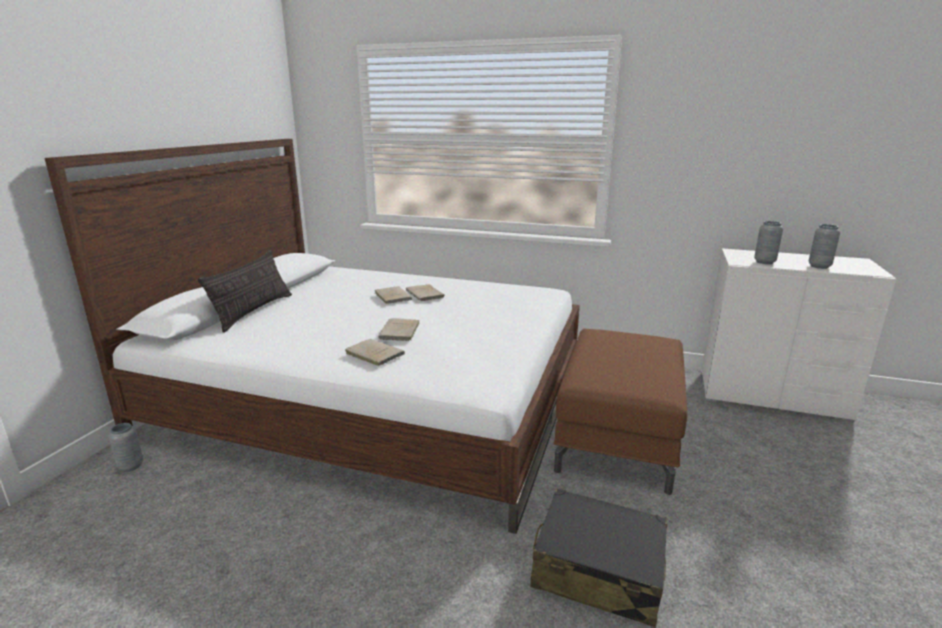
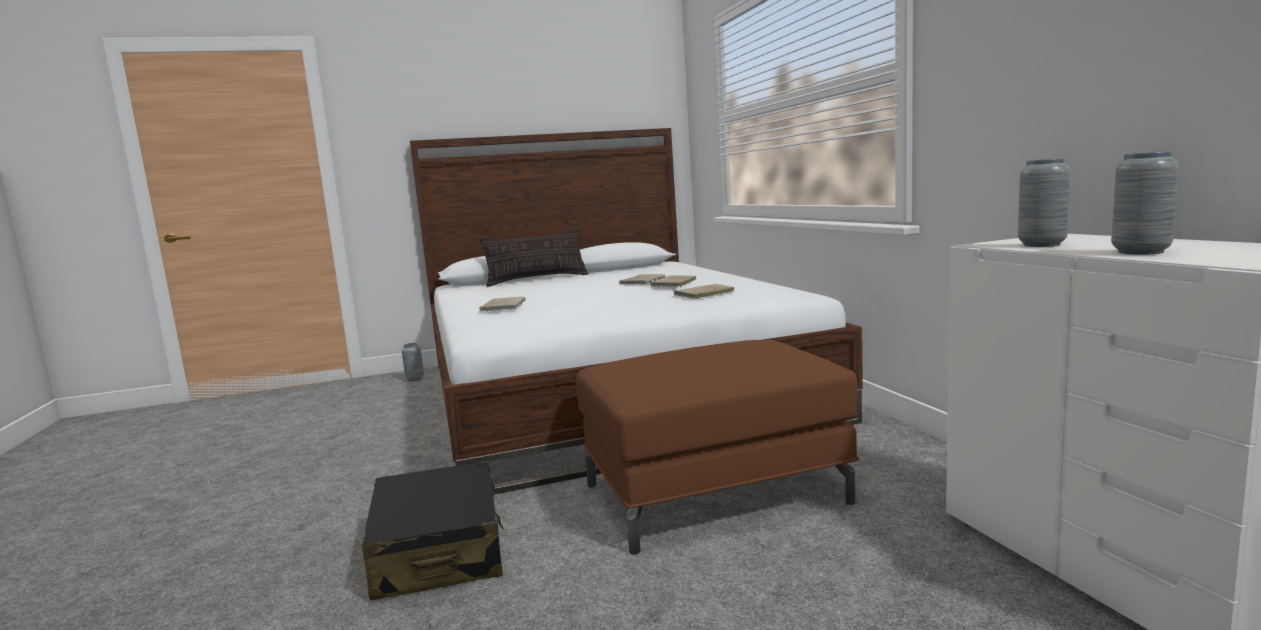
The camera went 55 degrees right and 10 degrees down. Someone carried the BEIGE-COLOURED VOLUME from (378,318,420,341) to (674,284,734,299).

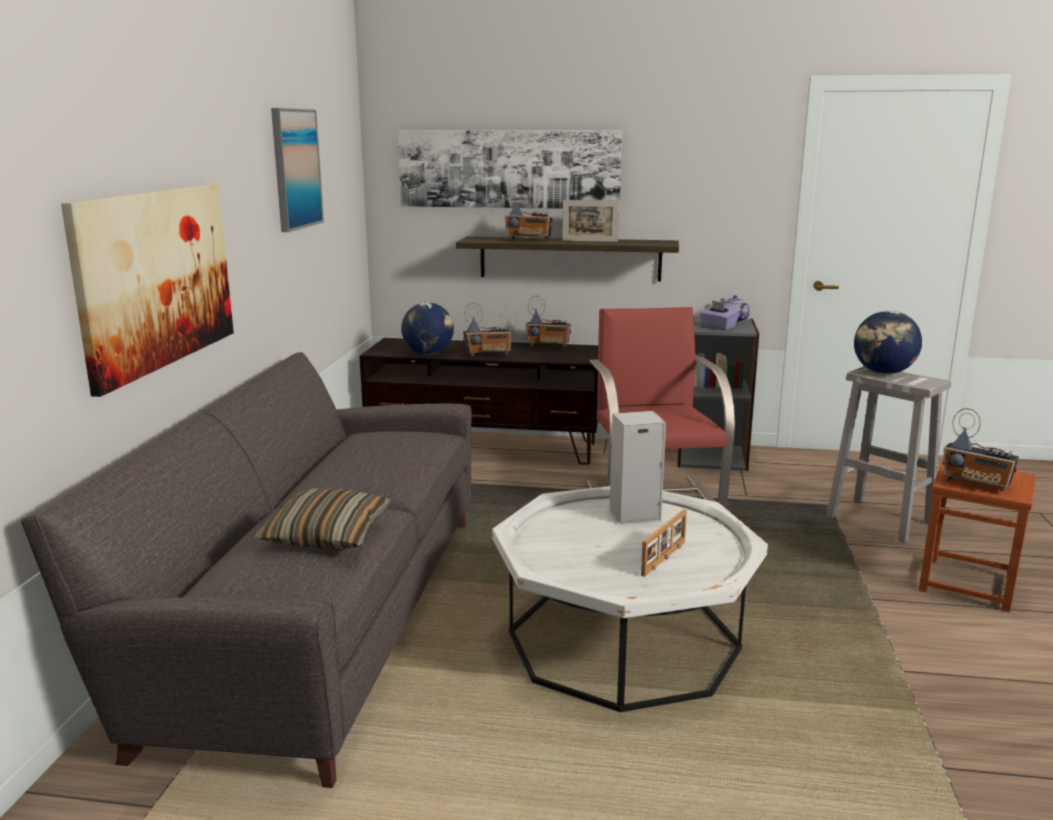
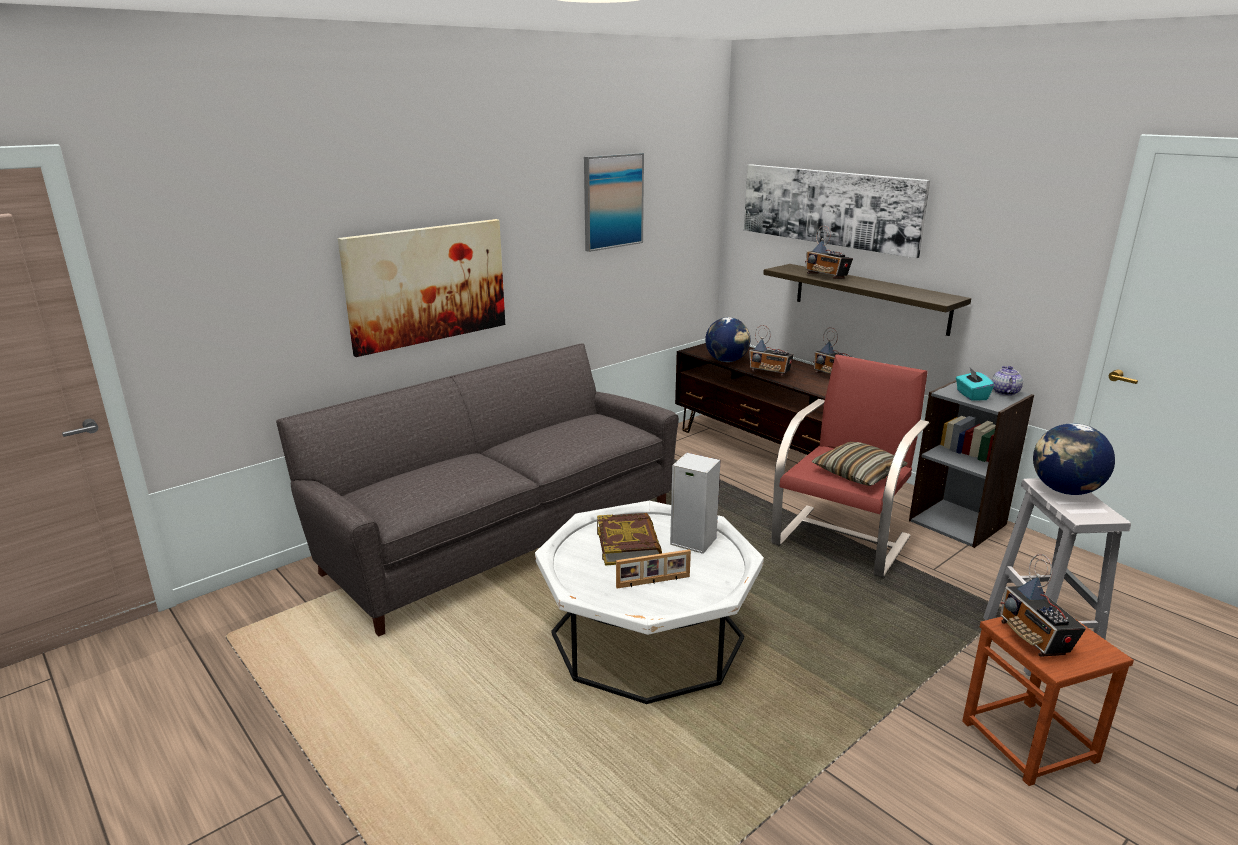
The camera went 40 degrees right and 5 degrees up. Someone took away the STANDING FRAME at (562,200,619,242). Someone repainted the PURPLE-COLOURED BOX OF TISSUES at (699,300,739,330), which became the TURQUOISE BOX OF TISSUES at (956,368,994,401). Someone carried the PILLOW from (254,488,390,549) to (812,442,907,486). Someone put down the VOLUME at (597,513,662,565).

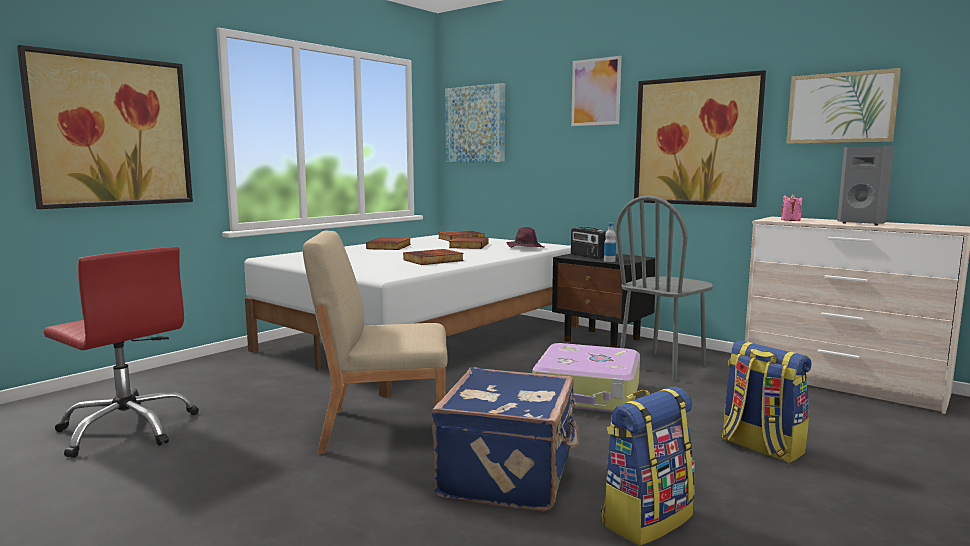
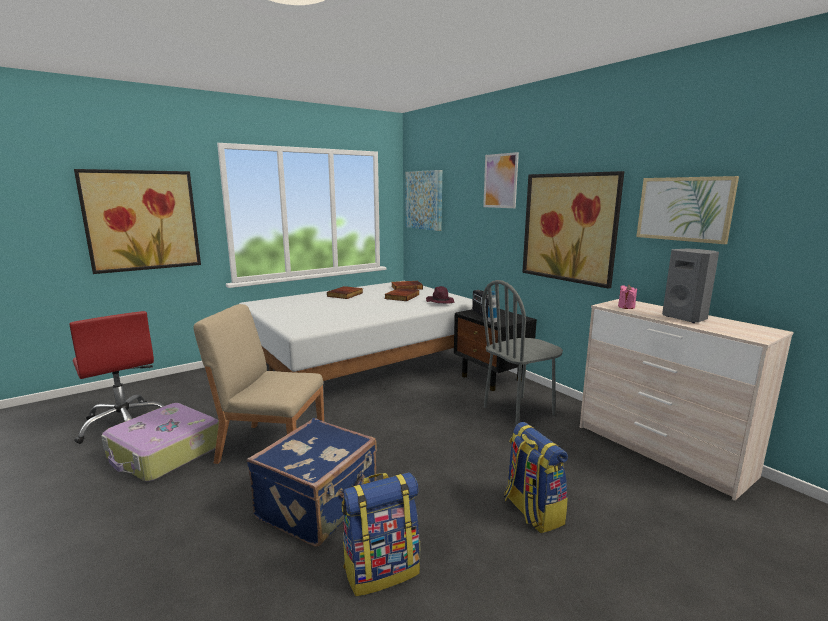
The camera went 15 degrees right and 5 degrees up. Someone took away the VOLUME at (403,249,464,265). Someone carried the PIECE OF LUGGAGE from (533,343,640,412) to (101,403,219,481).

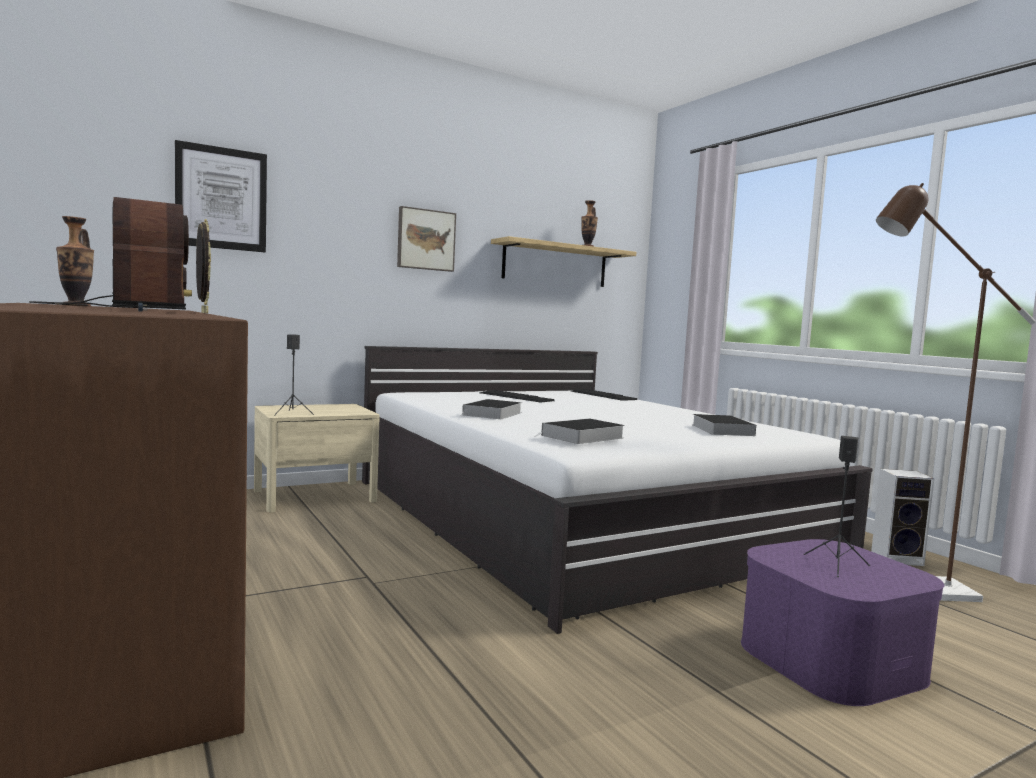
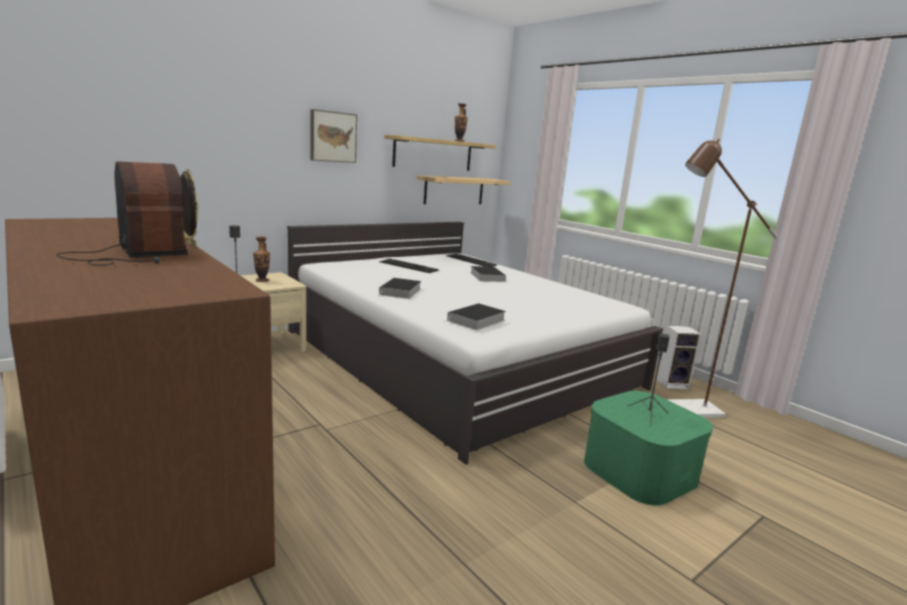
The camera went 10 degrees left and 10 degrees up. Someone took away the PICTURE at (175,140,267,252). Someone carried the VASE from (56,216,94,306) to (253,236,270,282). Someone carried the VOLUME from (692,414,756,436) to (470,266,506,282). Someone repainted the PURPLE-COLOURED STORAGE CONTAINER at (741,539,944,706), which became the GREEN-COLOURED STORAGE CONTAINER at (584,391,713,506). Someone put up the SHELF at (417,175,510,204).

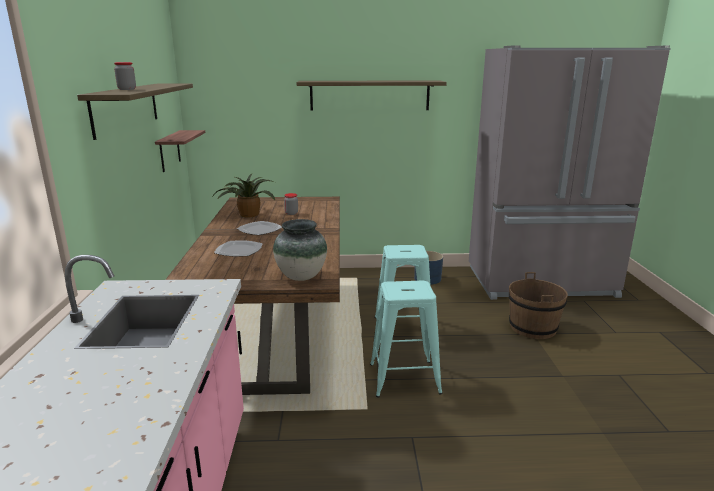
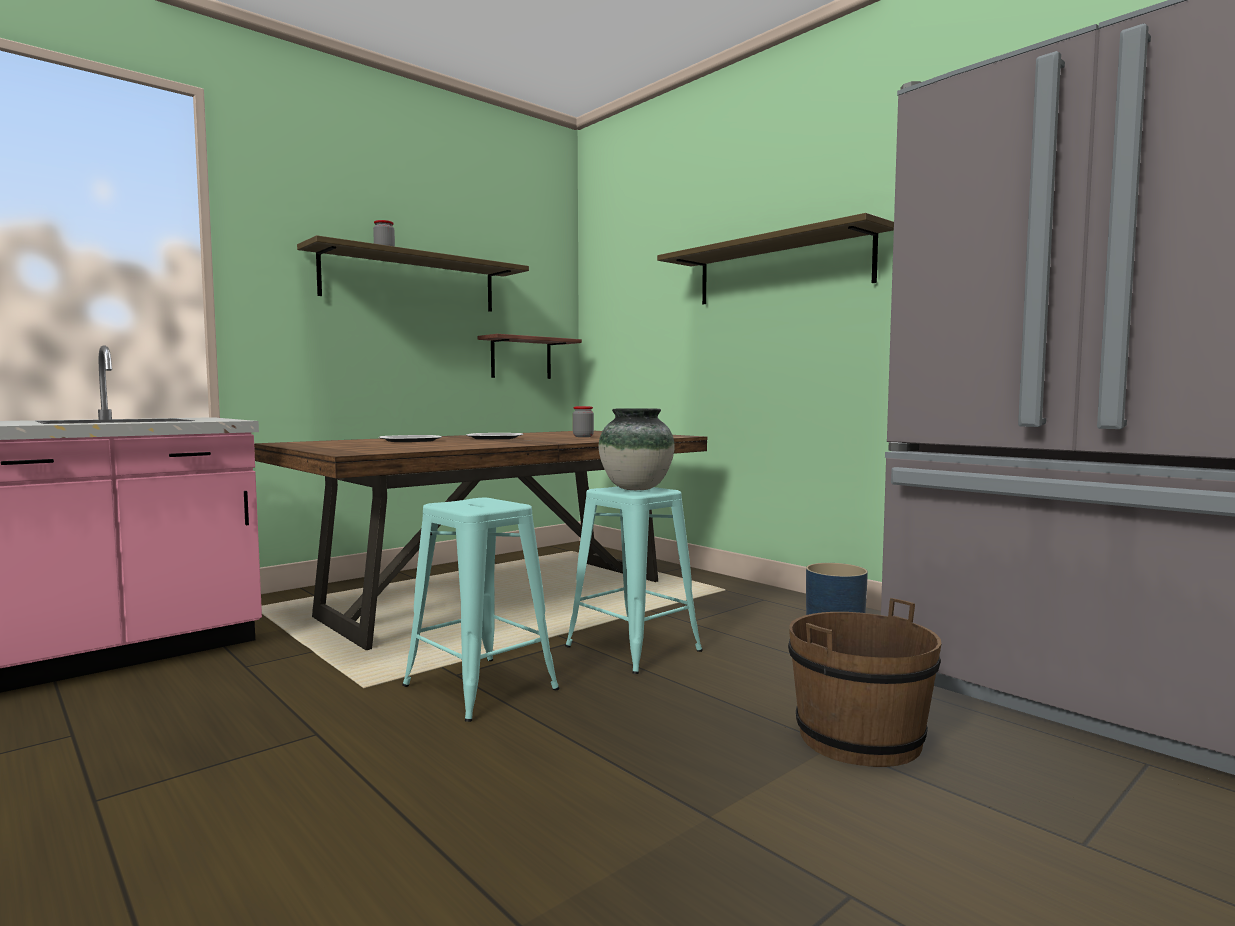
The camera went 50 degrees right and 15 degrees down. Someone took away the PLANT IN A POT at (213,173,275,218). Someone carried the VASE from (273,219,327,281) to (599,408,675,490).

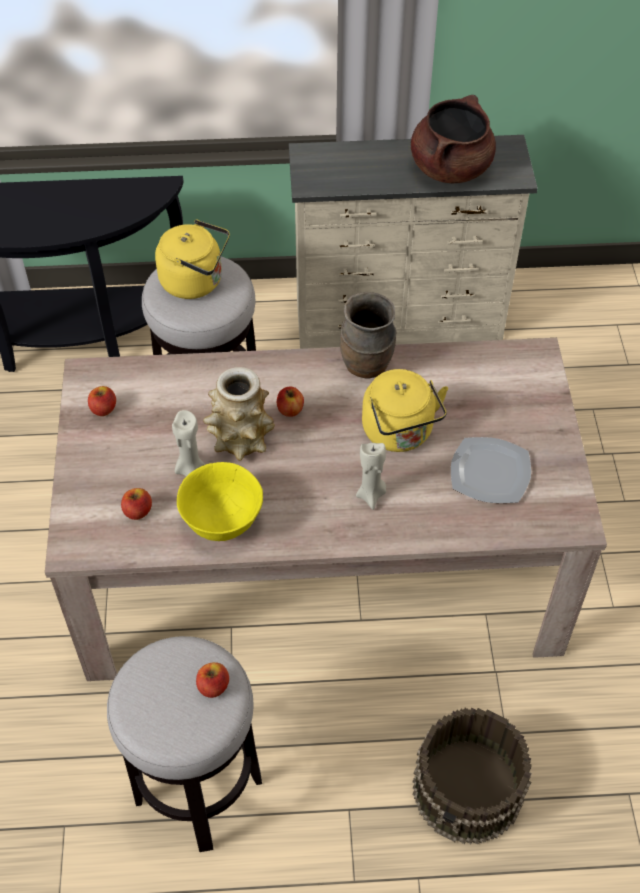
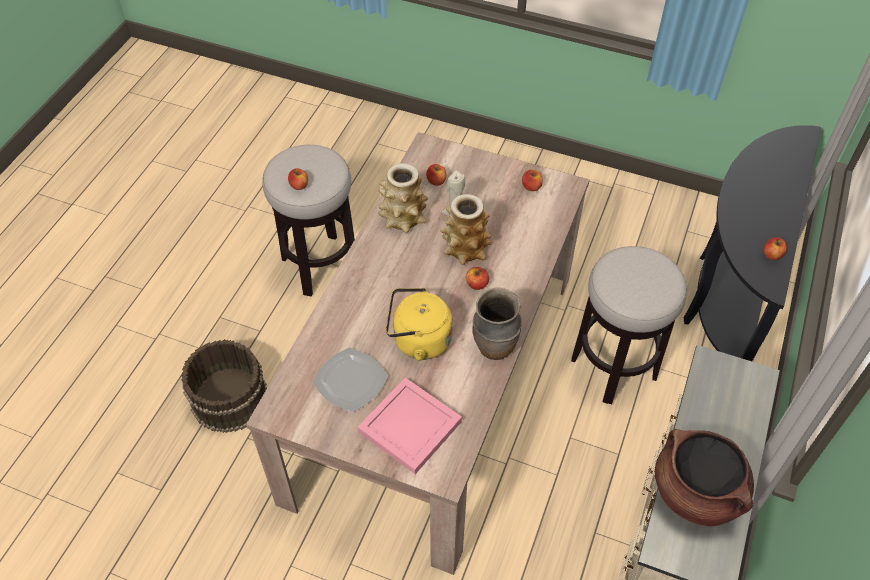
The camera went 115 degrees right and 0 degrees up. Someone took away the YELLOWISH WATER KETTLE at (155,219,230,299). Someone took away the BEIGE-COLOURED WAX LIGHT at (356,443,386,510). Someone swapped the YELLOWISH DEEP DISH at (177,462,263,541) for the VASE at (378,163,428,233). Someone put down the WHOLE APPLE at (764,237,787,260). Someone put down the PINKISH SERVING TRAY at (358,378,462,474).

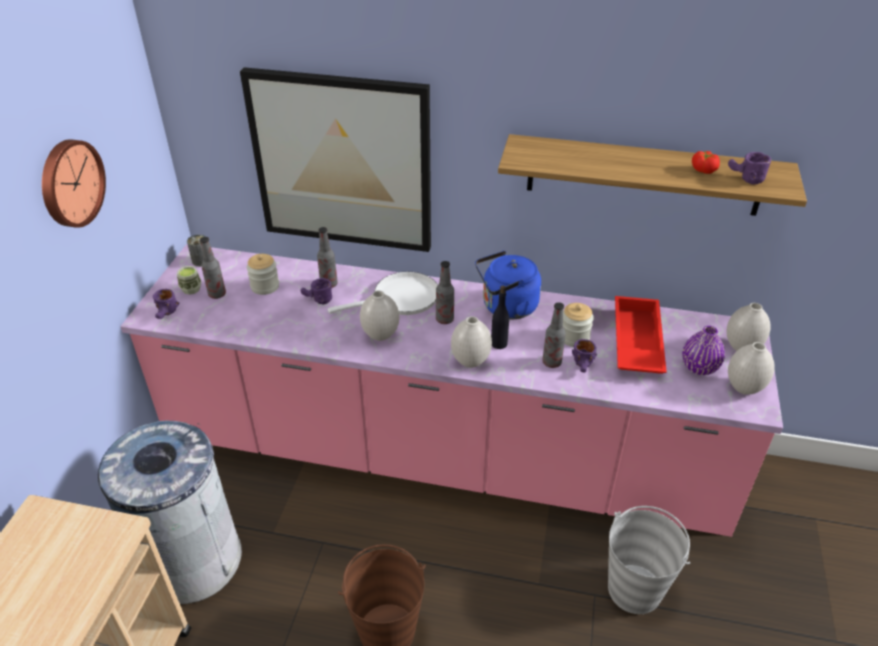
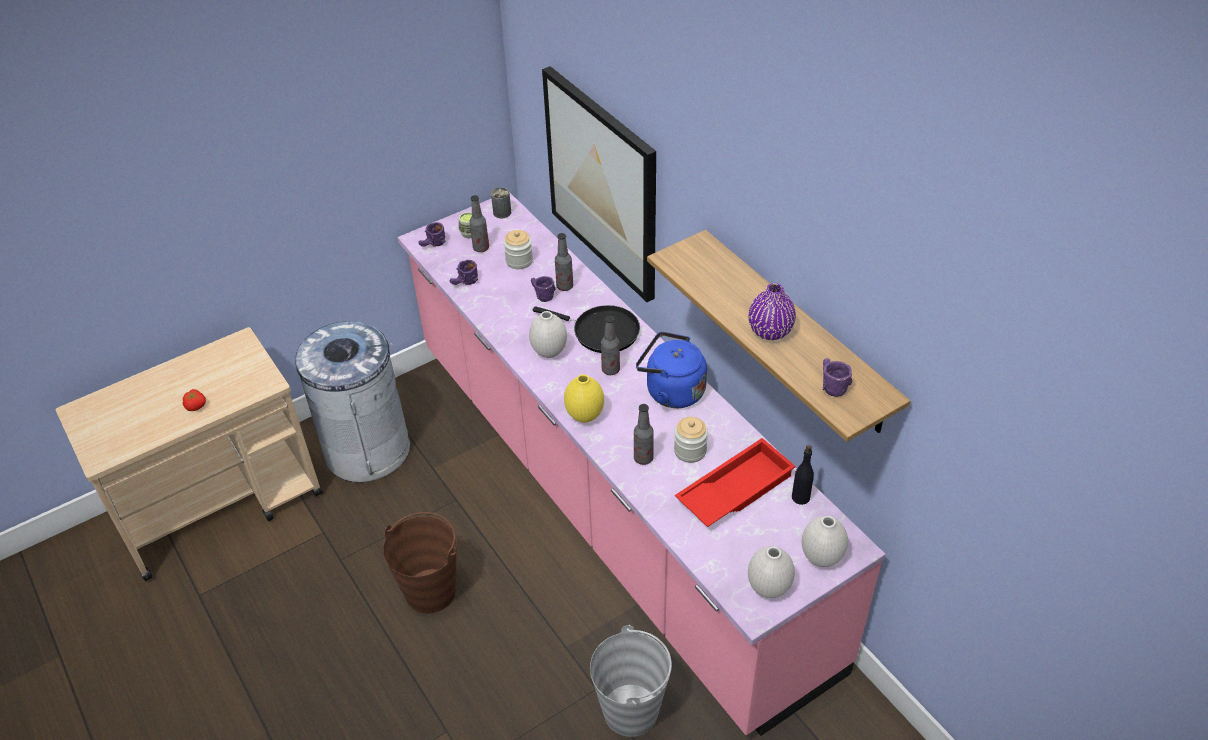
The camera went 45 degrees right and 5 degrees up. Someone took away the WALL CLOCK at (42,139,106,228). Someone carried the FRESH TOMATO from (692,151,720,174) to (183,389,206,411). Someone repainted the WHITE FRYING PAN at (328,272,438,315), which became the BLACKISH FRYING PAN at (533,305,640,353). Someone carried the BLACKISH BEVERAGE BOTTLE from (491,286,509,349) to (792,445,814,505). Someone repainted the WHITE VASE at (451,316,492,368), which became the YELLOWISH VASE at (564,374,604,423). Someone carried the PURPLE-COLOURED VASE from (682,326,725,375) to (748,283,796,340). Someone carried the PURPLE-COLOURED MUG from (572,339,597,373) to (450,260,478,285).

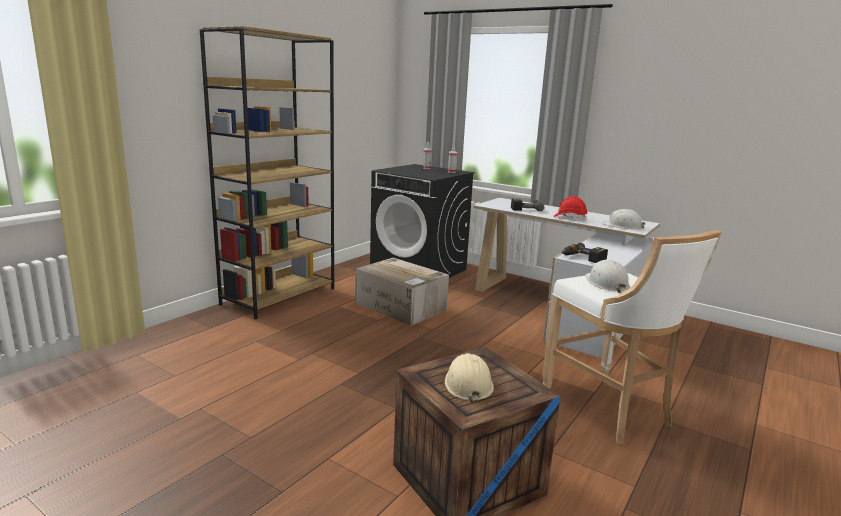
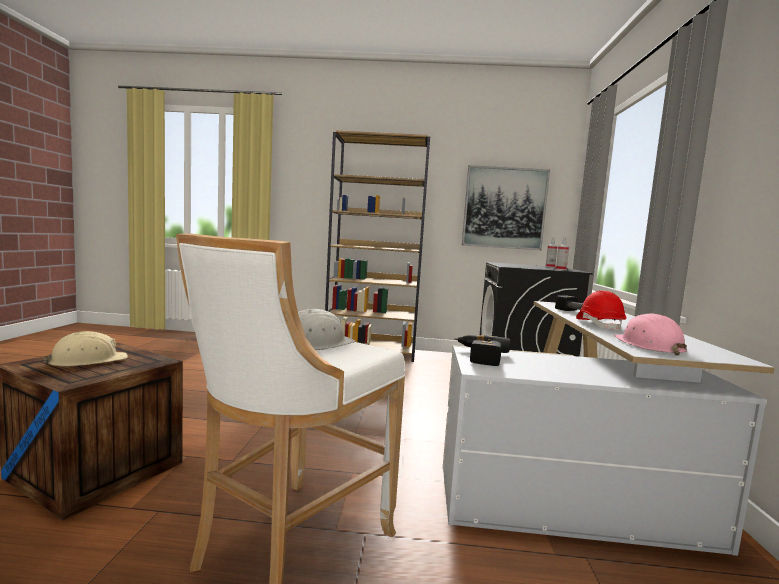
The camera went 60 degrees right and 10 degrees down. Someone repainted the WHITE WORK HELMET at (603,209,646,229), which became the PINKISH WORK HELMET at (614,314,687,356). Someone took away the CARDBOARD BOX at (355,258,449,326). Someone put up the PICTURE at (462,165,550,250).

